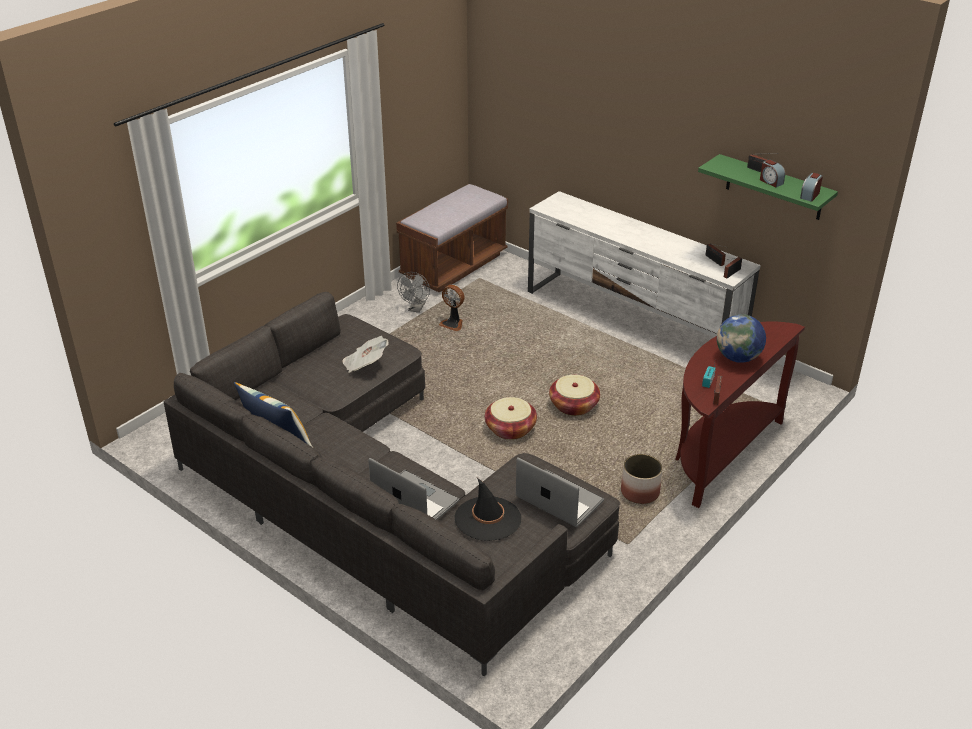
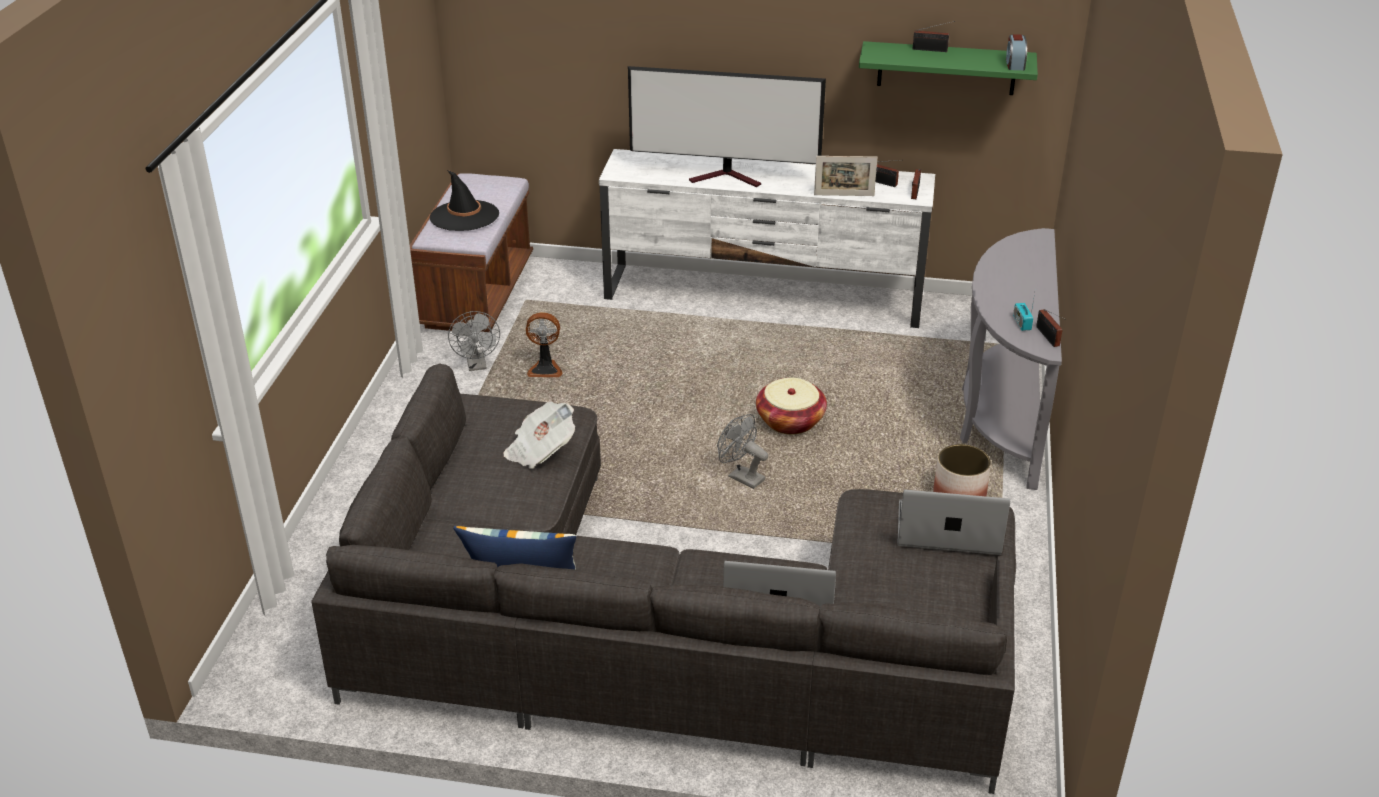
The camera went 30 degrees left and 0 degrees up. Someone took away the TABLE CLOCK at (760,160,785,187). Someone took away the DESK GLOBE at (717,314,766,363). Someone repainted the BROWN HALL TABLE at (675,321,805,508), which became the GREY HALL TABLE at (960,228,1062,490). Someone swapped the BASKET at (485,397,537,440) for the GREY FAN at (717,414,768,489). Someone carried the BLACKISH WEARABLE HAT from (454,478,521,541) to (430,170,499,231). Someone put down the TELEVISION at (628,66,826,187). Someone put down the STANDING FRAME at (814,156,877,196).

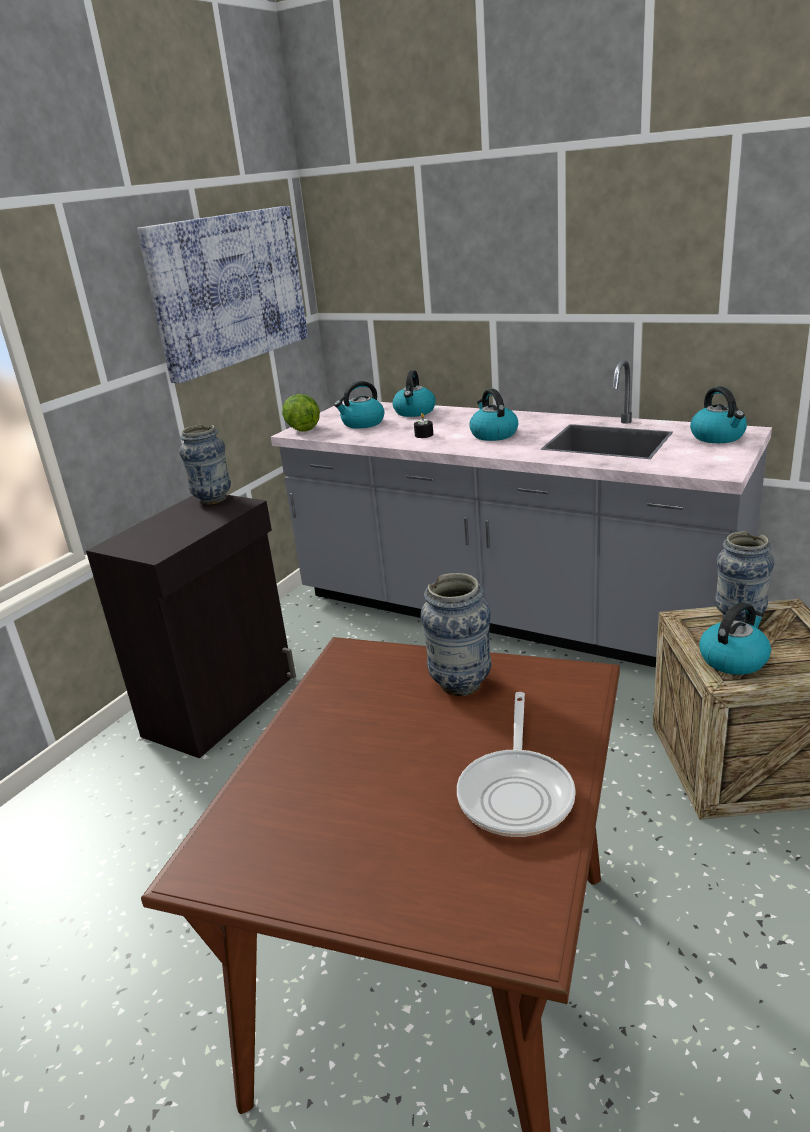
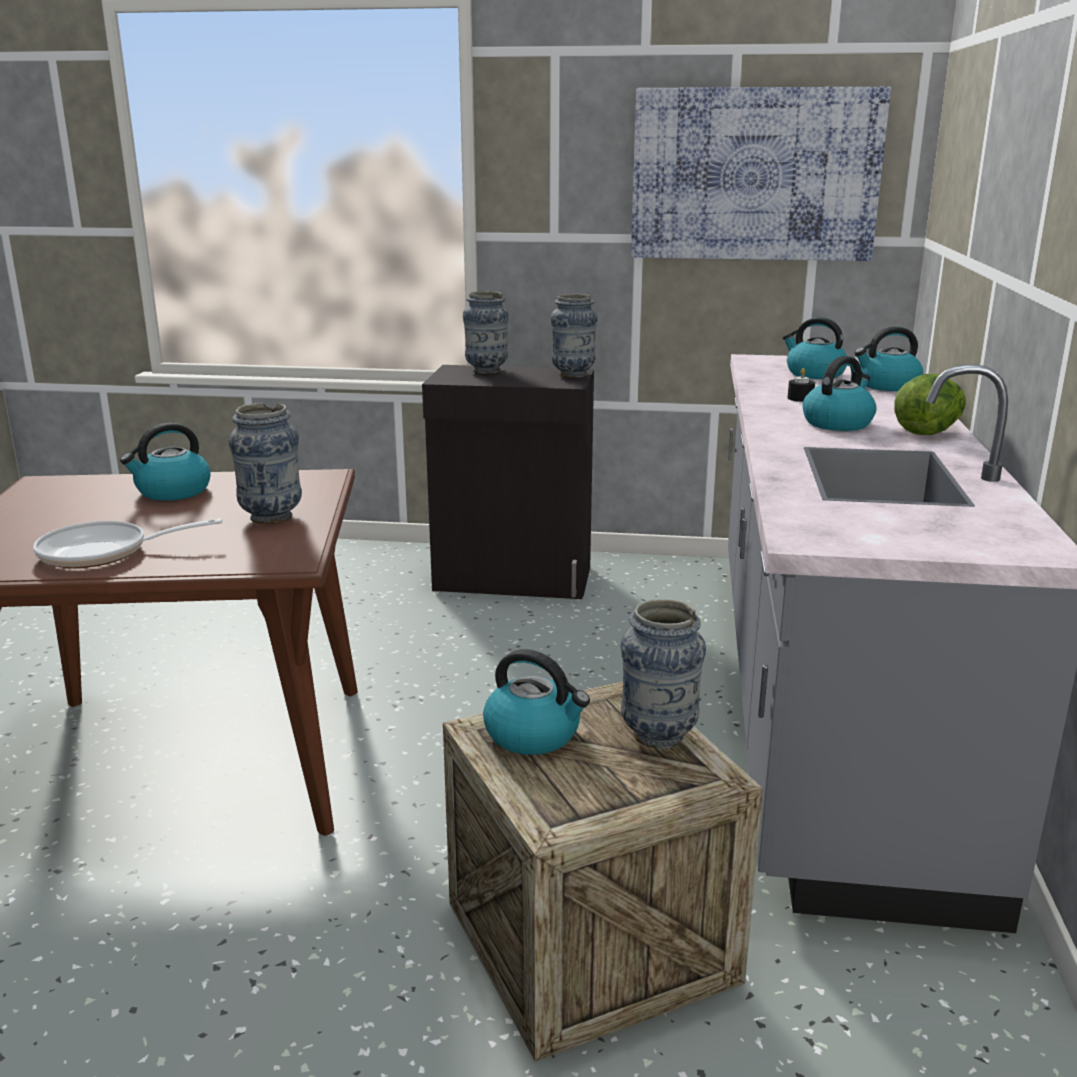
The camera went 65 degrees right and 5 degrees down. Someone carried the WATER KETTLE from (690,386,747,443) to (120,422,210,501). Someone carried the HEAD OF LETTUCE from (282,394,320,432) to (894,374,966,435). Someone put down the VASE at (463,291,509,374).

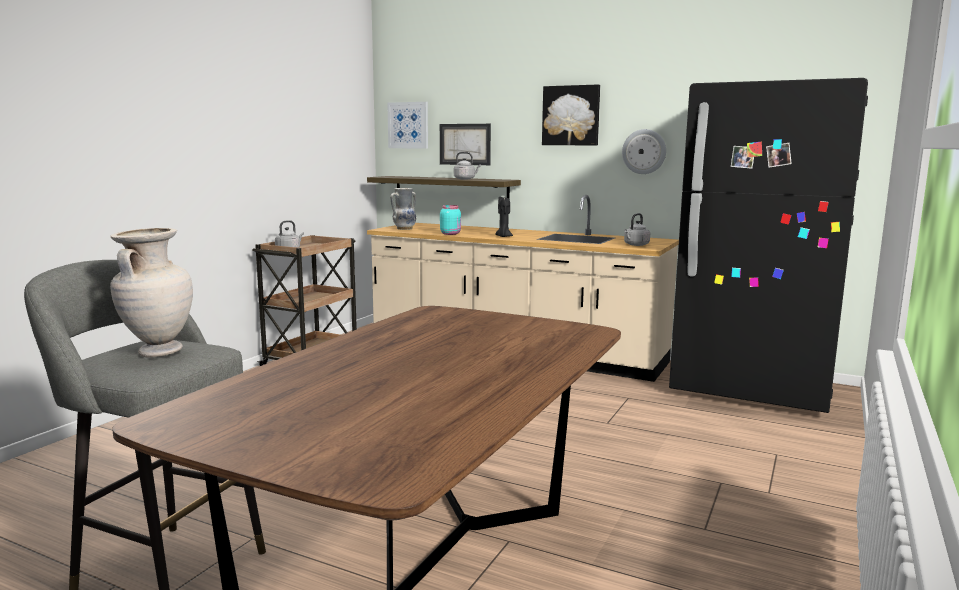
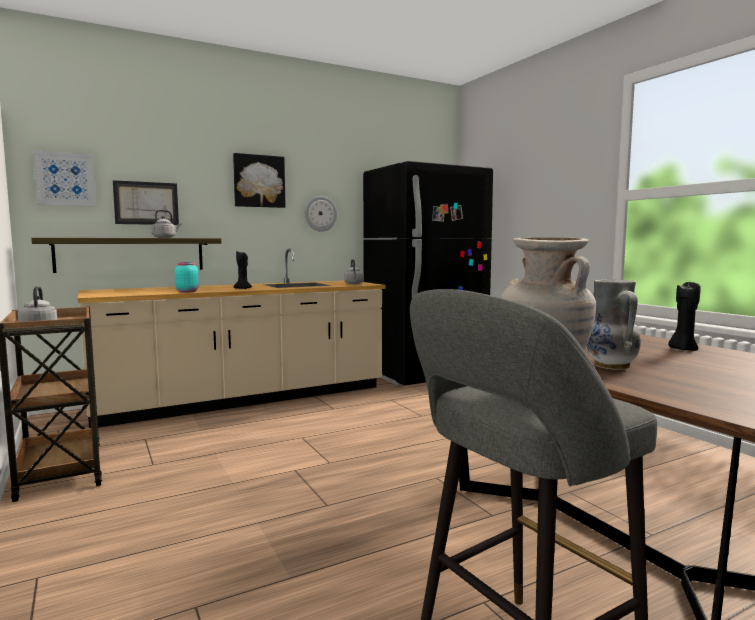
The camera went 55 degrees left and 5 degrees down. Someone carried the VASE from (390,188,416,230) to (587,279,641,370). Someone put down the BLACKISH WAX LIGHT at (668,282,701,351).

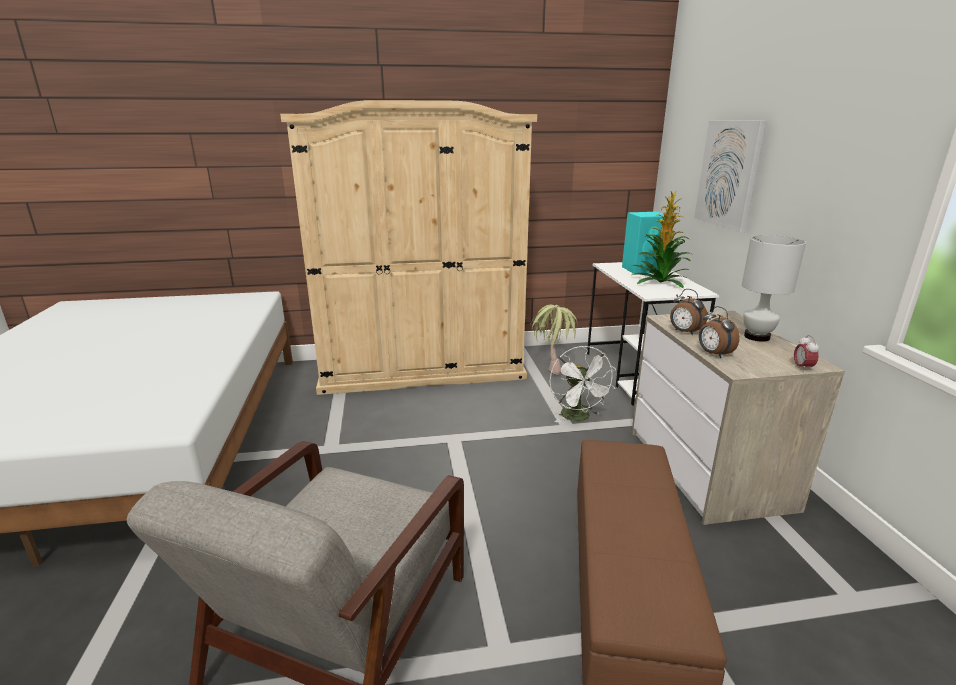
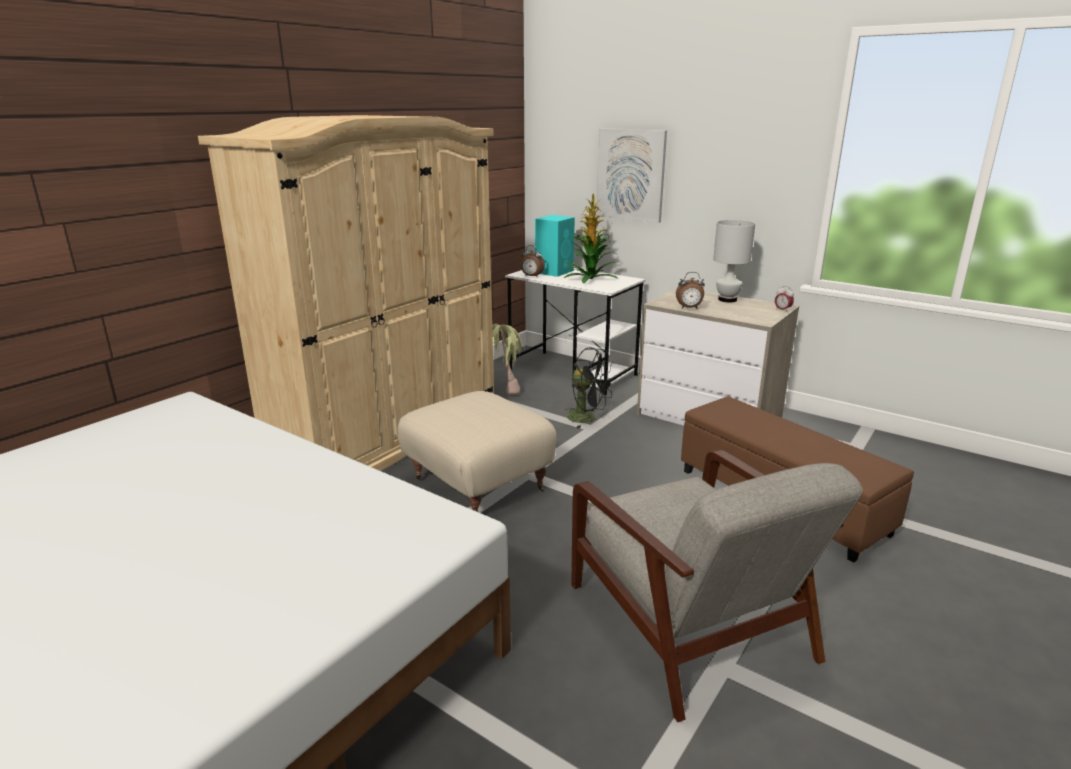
The camera went 45 degrees left and 0 degrees up. Someone carried the TABLE CLOCK from (699,306,740,358) to (521,245,545,278). Someone repainted the WHITE FAN at (550,346,616,423), which became the BLACKISH FAN at (565,347,615,428). Someone put down the BEIGE-COLOURED POUFFE at (397,391,557,512).

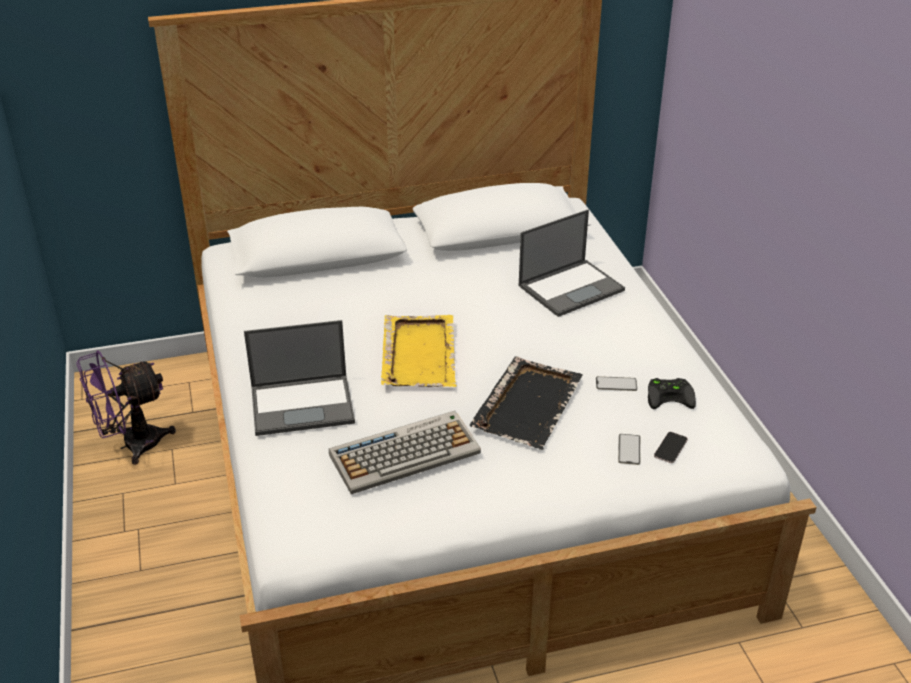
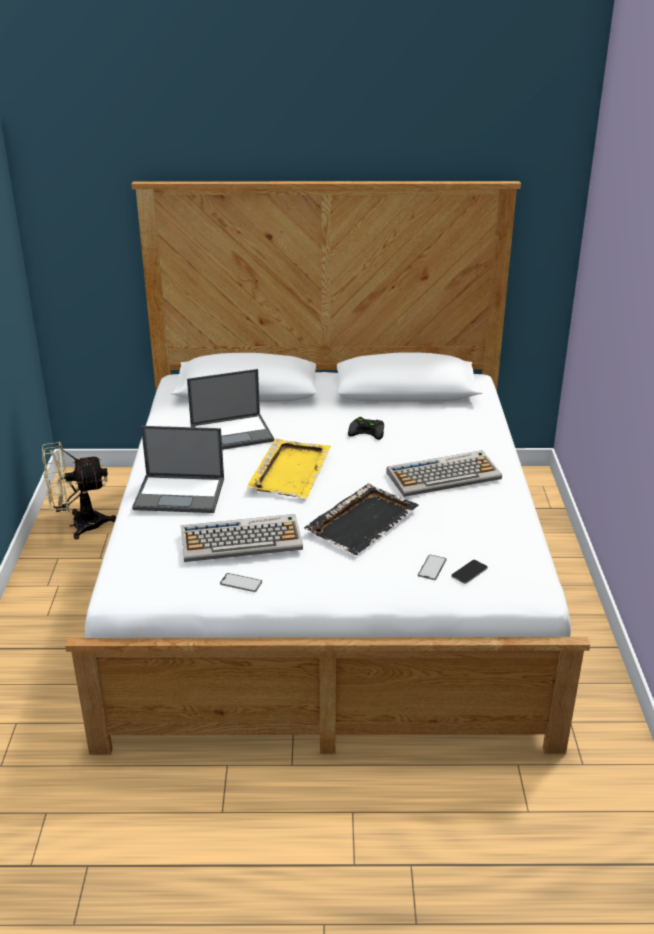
The camera went 15 degrees right and 5 degrees down. Someone carried the LAPTOP from (519,210,625,317) to (187,369,274,450). Someone repainted the PURPLE-COLOURED FAN at (76,350,176,465), which became the BEIGE-COLOURED FAN at (42,442,116,539). Someone carried the TELEPHONE from (596,376,637,391) to (220,573,262,592). Someone carried the BLACKISH JOYPAD from (648,378,696,409) to (348,417,384,440). Someone put down the COMPUTER KEYBOARD at (386,450,502,497).

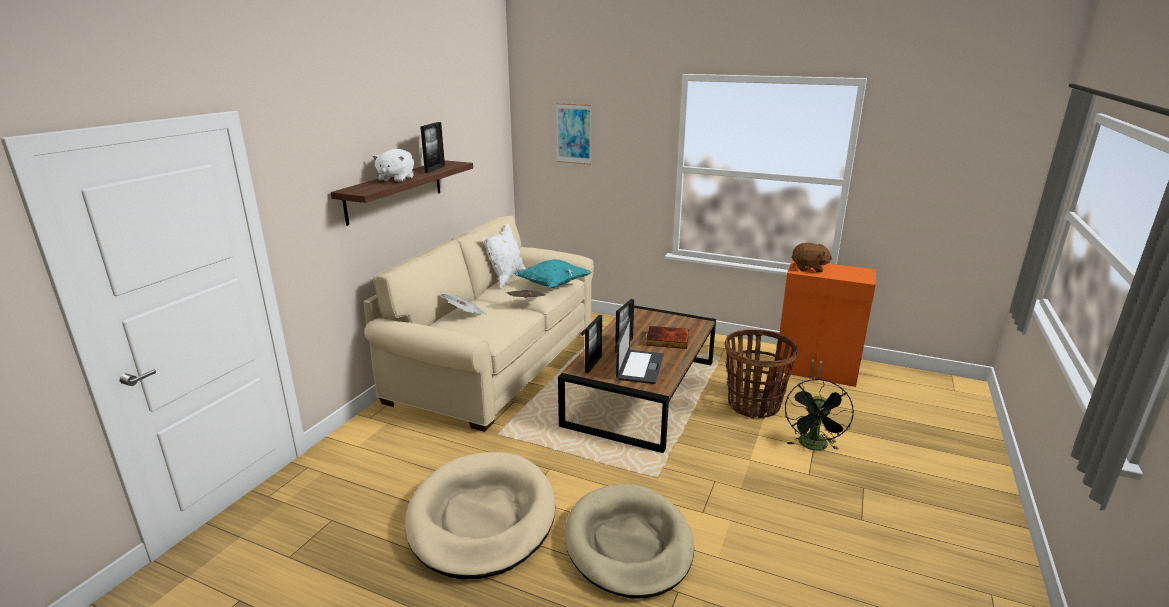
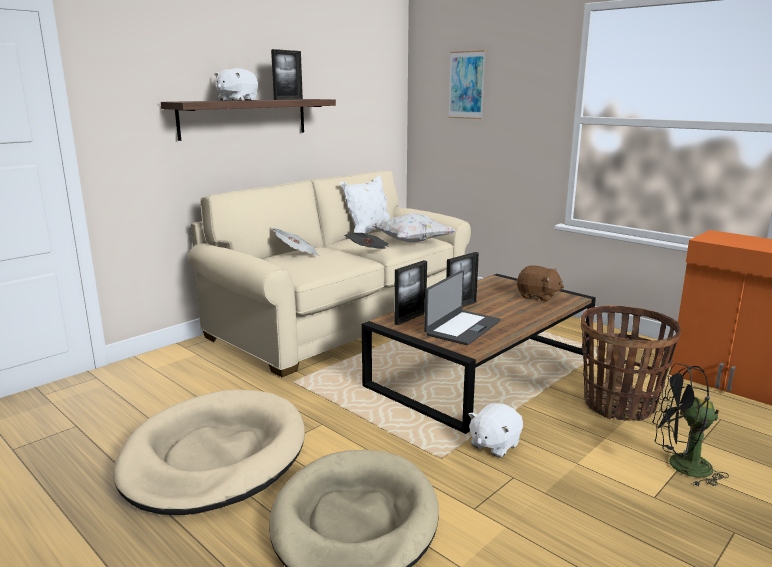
The camera went 20 degrees right and 5 degrees down. Someone carried the BROWN PLUSH TOY from (791,243,832,272) to (517,266,564,302). Someone repainted the TURQUOISE PILLOW at (515,259,591,288), which became the WHITE PILLOW at (372,213,456,242). Someone took away the VOLUME at (646,326,689,349). Someone rotated the BLACKISH FAN at (785,379,854,451) by 60 degrees clockwise. Someone put down the WHITE PLUSH TOY at (468,403,523,458).

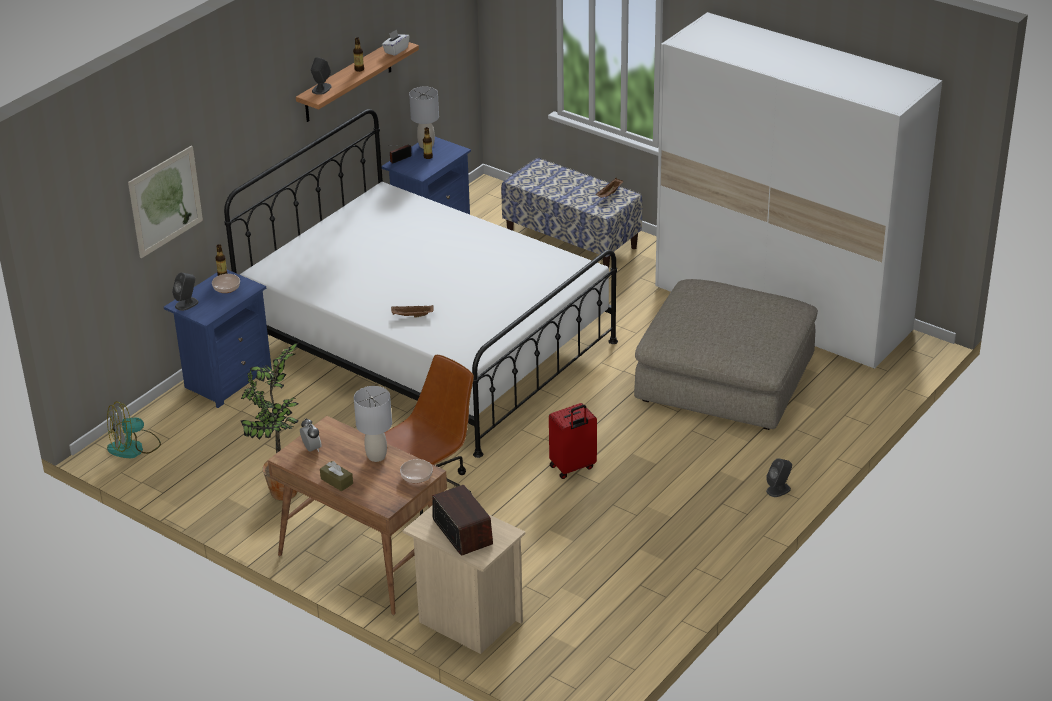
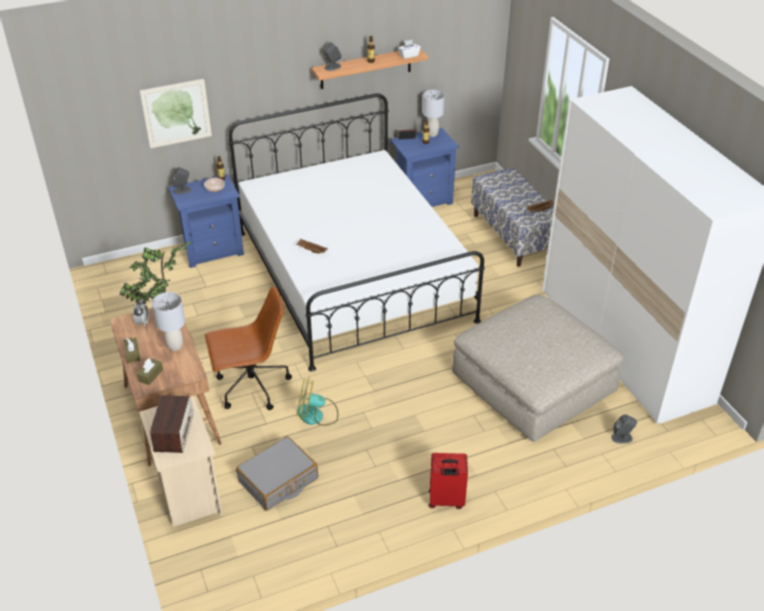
The camera went 30 degrees right and 5 degrees up. Someone carried the FAN from (107,401,161,458) to (297,379,338,426). Someone carried the REDDISH PIECE OF LUGGAGE from (549,403,597,479) to (429,453,468,509). Someone carried the GREY AUDIO SPEAKER from (766,458,792,497) to (611,414,637,444). Someone took away the DEEP DISH at (400,459,433,484). Someone put down the BROWN BOX OF TISSUES at (137,358,163,385). Someone put down the GREY PIECE OF LUGGAGE at (236,436,318,511).

